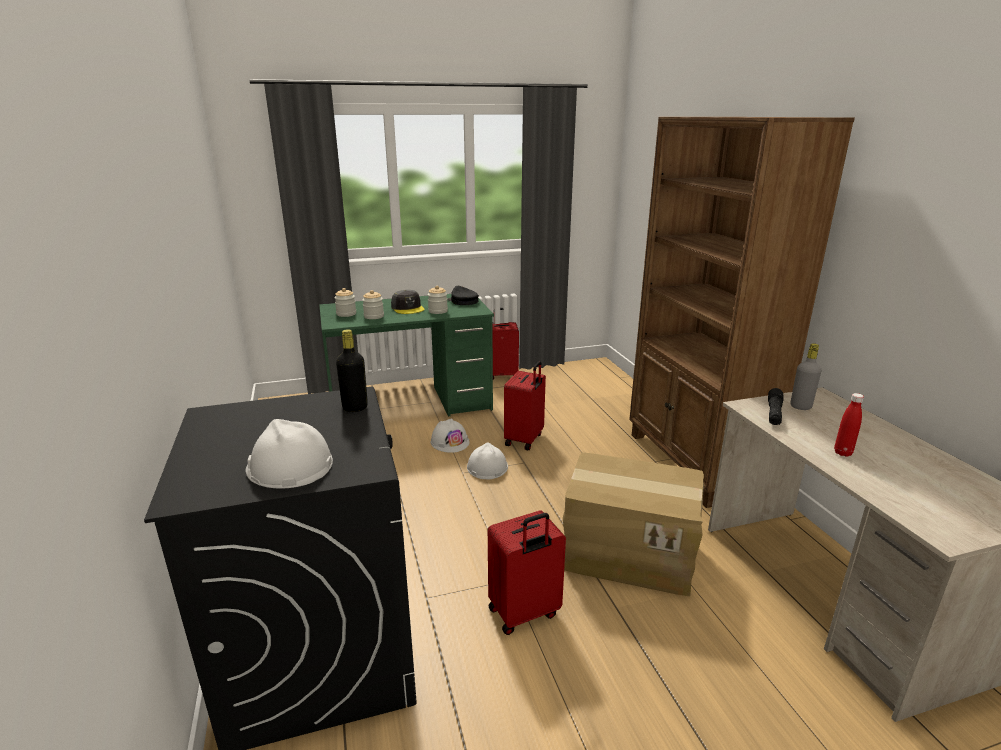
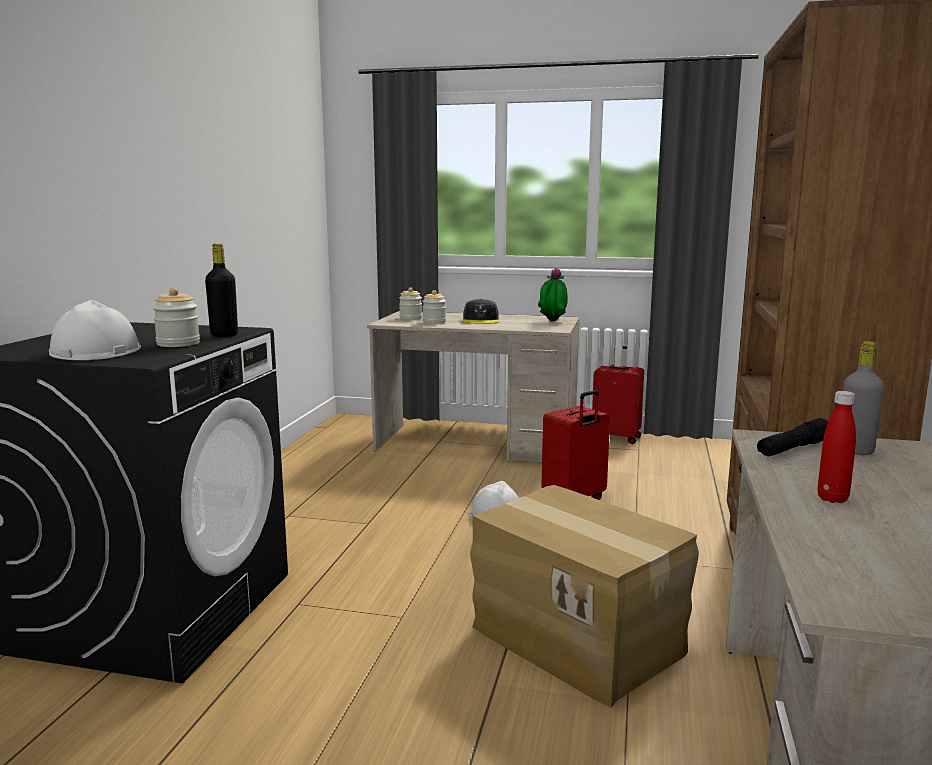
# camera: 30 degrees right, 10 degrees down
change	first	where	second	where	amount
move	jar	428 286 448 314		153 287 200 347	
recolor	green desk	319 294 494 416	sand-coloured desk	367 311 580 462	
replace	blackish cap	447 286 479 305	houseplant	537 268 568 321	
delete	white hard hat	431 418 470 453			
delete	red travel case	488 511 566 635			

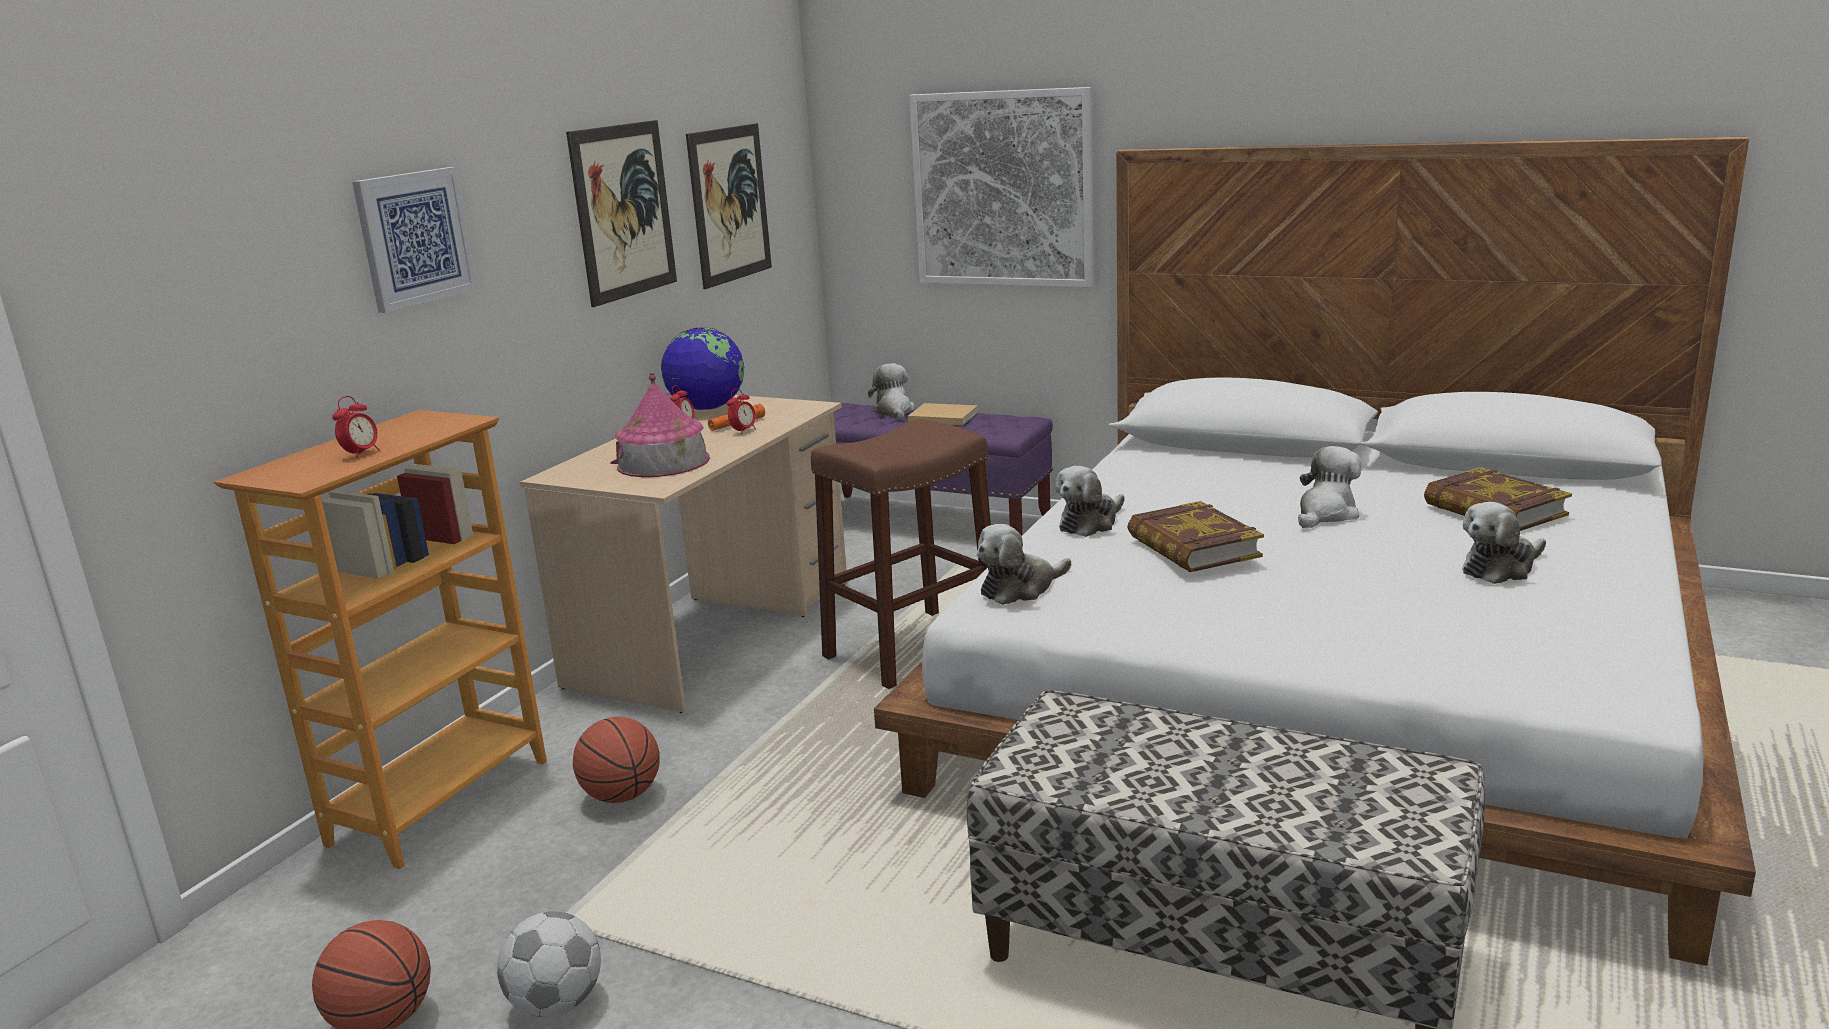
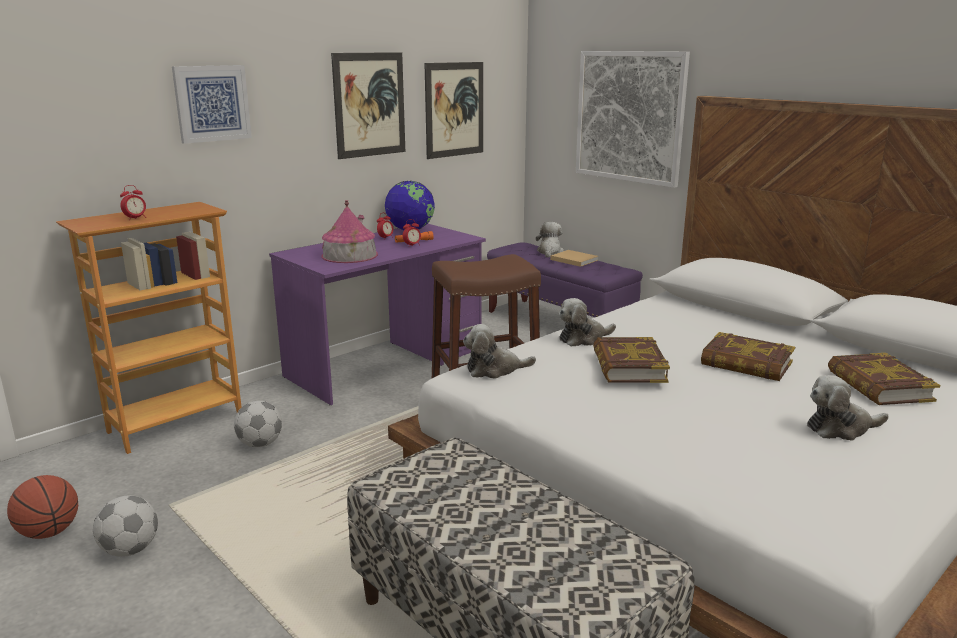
# camera: 20 degrees right, 0 degrees up
change	first	where	second	where	amount
replace	basketball ball	573 717 660 803	football ball	234 401 282 447	
recolor	sand-coloured desk	520 395 848 713	purple desk	269 224 486 405	
replace	plush toy	1298 446 1362 528	book	701 332 795 381	

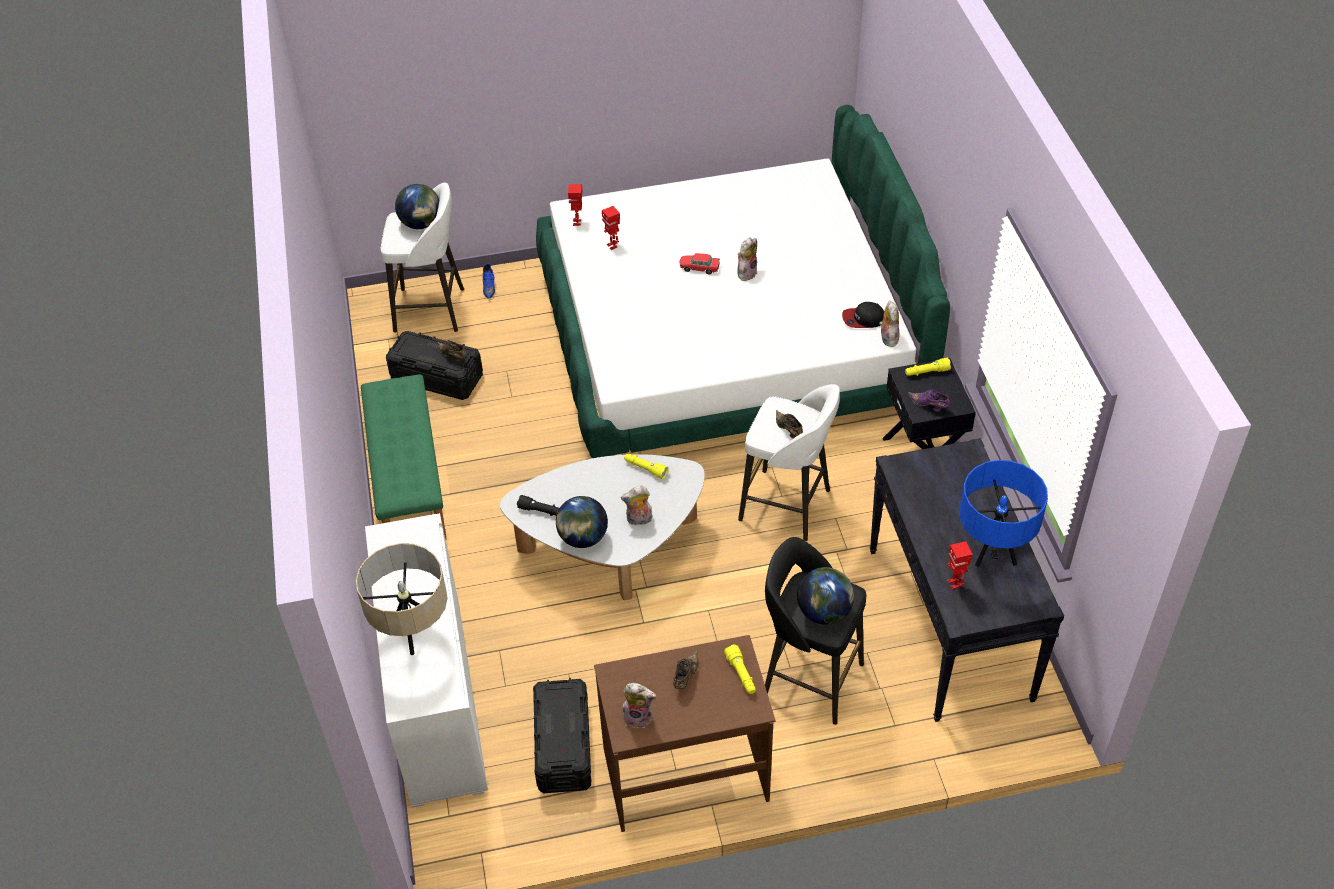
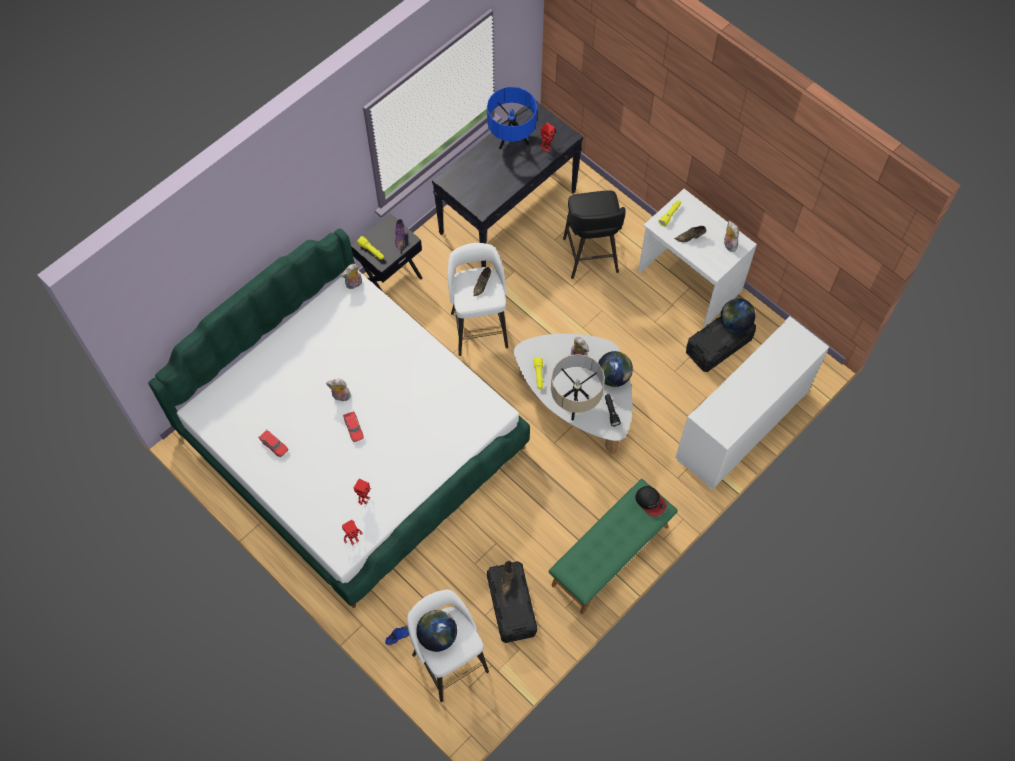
# camera: 125 degrees left, 15 degrees up
change	first	where	second	where	amount
insert			toy car	259 429 288 457	
move	sand-coloured lamp for a table	356 543 448 655		551 354 605 420	
move	cap	842 302 884 328		635 486 667 517	
recolor	brownish desk	594 635 775 832	white desk	638 189 757 326	
move	desk globe	797 567 854 624		721 298 756 333	

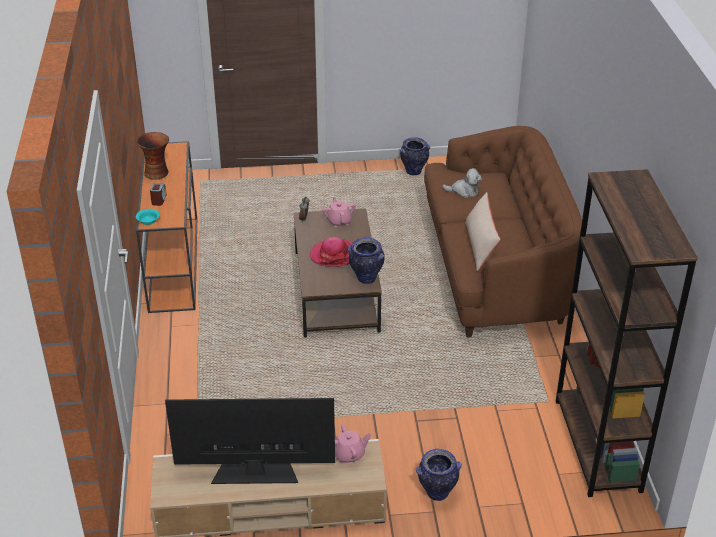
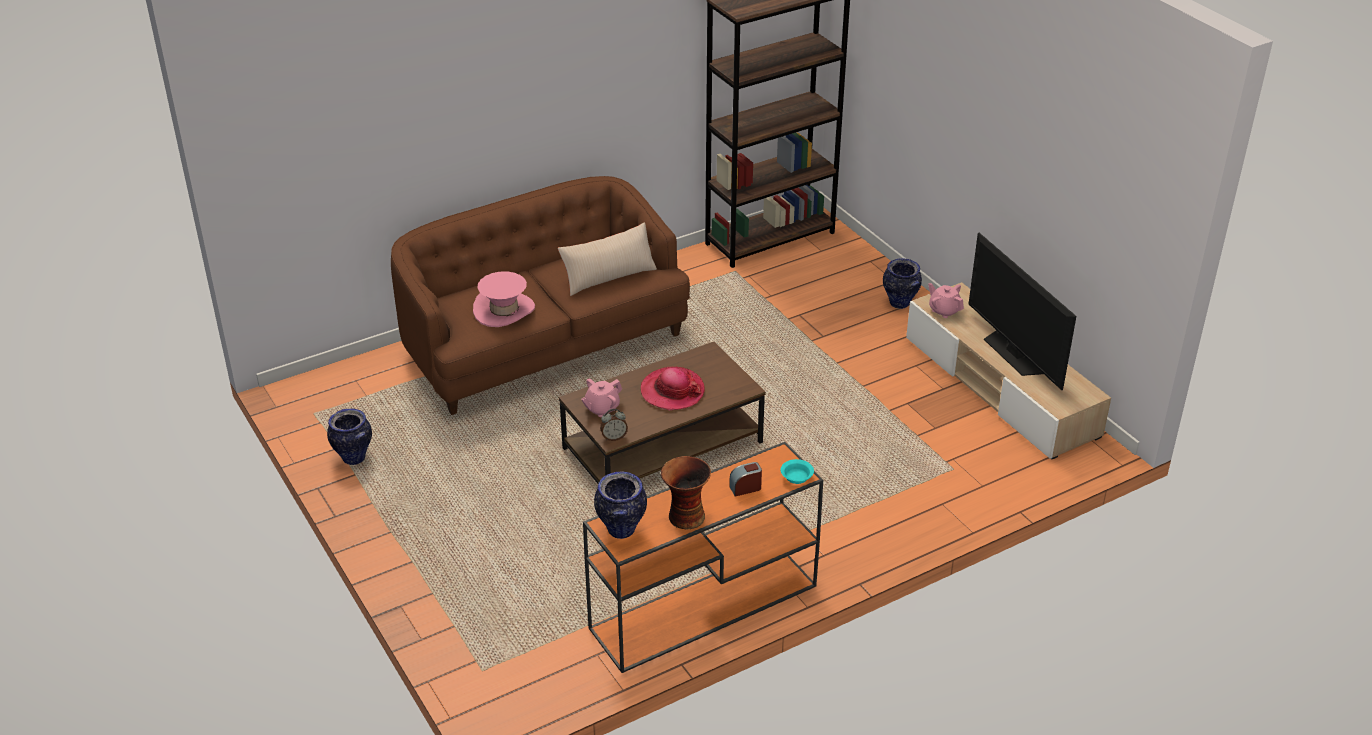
# camera: 115 degrees left, 0 degrees up
change	first	where	second	where	amount
replace	plush toy	442 168 482 198	pink hat	473 271 535 327	
move	flower vase	348 238 385 284		594 472 647 539	

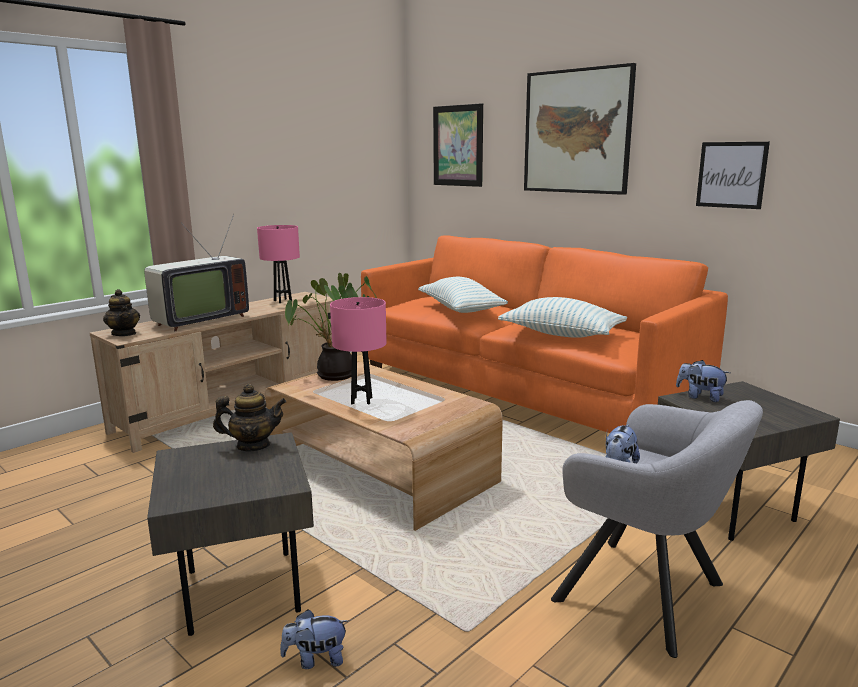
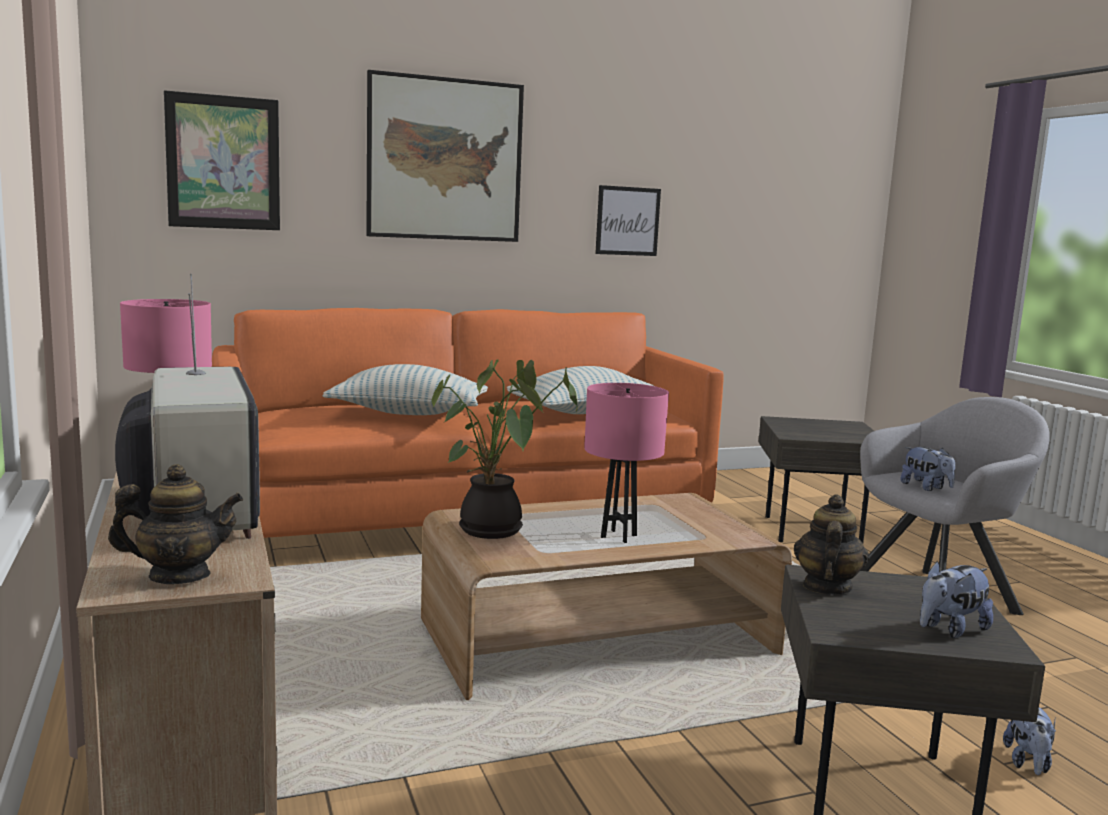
# camera: 65 degrees left, 5 degrees down
change	first	where	second	where	amount
move	plush toy	676 360 730 402		920 561 993 638	

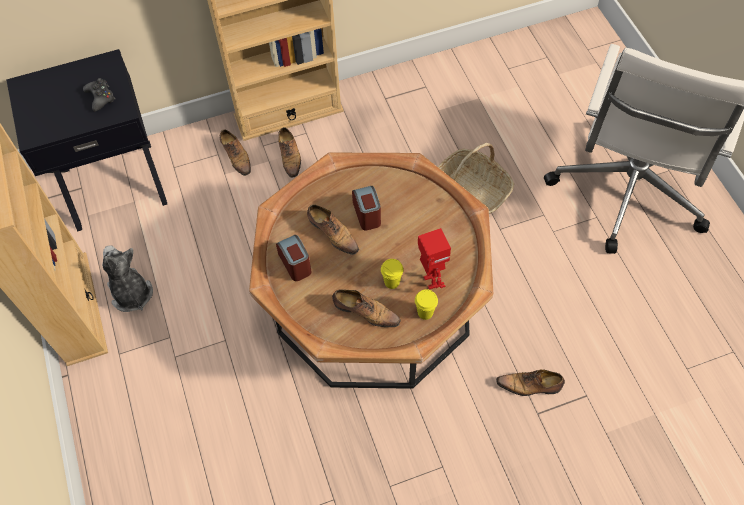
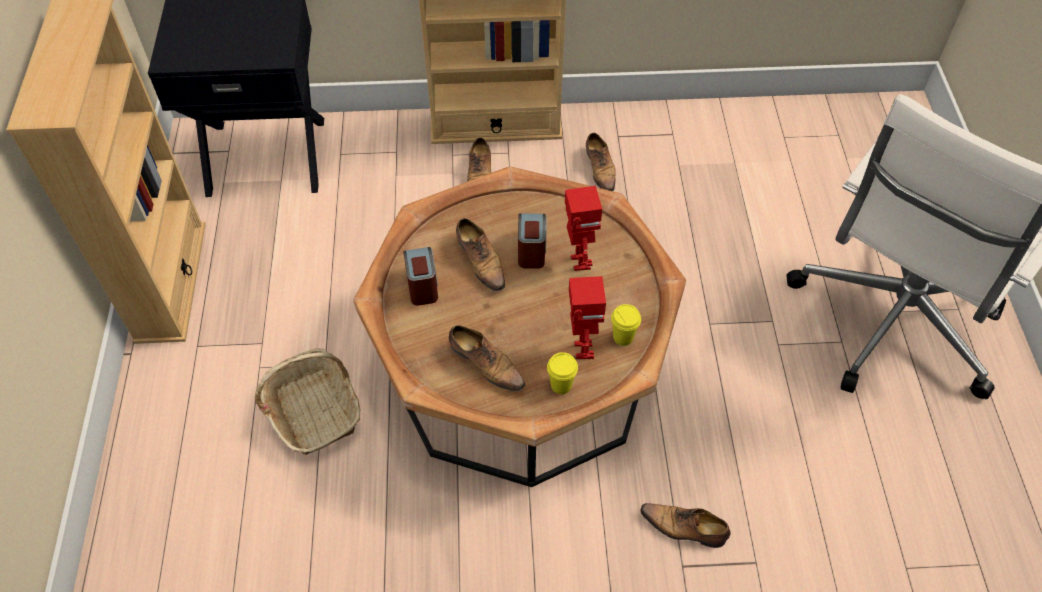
# camera: 15 degrees right, 5 degrees down
change	first	where	second	where	amount
move	basket	438 143 514 214		255 348 360 455	
insert			model robot	565 186 602 271	
move	item of footwear	220 129 251 176		586 133 616 191	
move	yellowish small cup	381 259 404 289		611 304 641 346	
delete	blackish gamepad	83 78 116 111			
delete	plush toy	102 245 153 312			

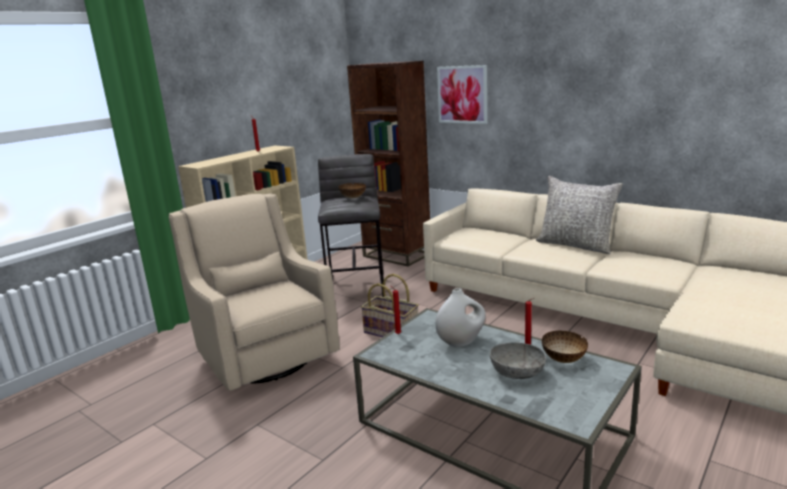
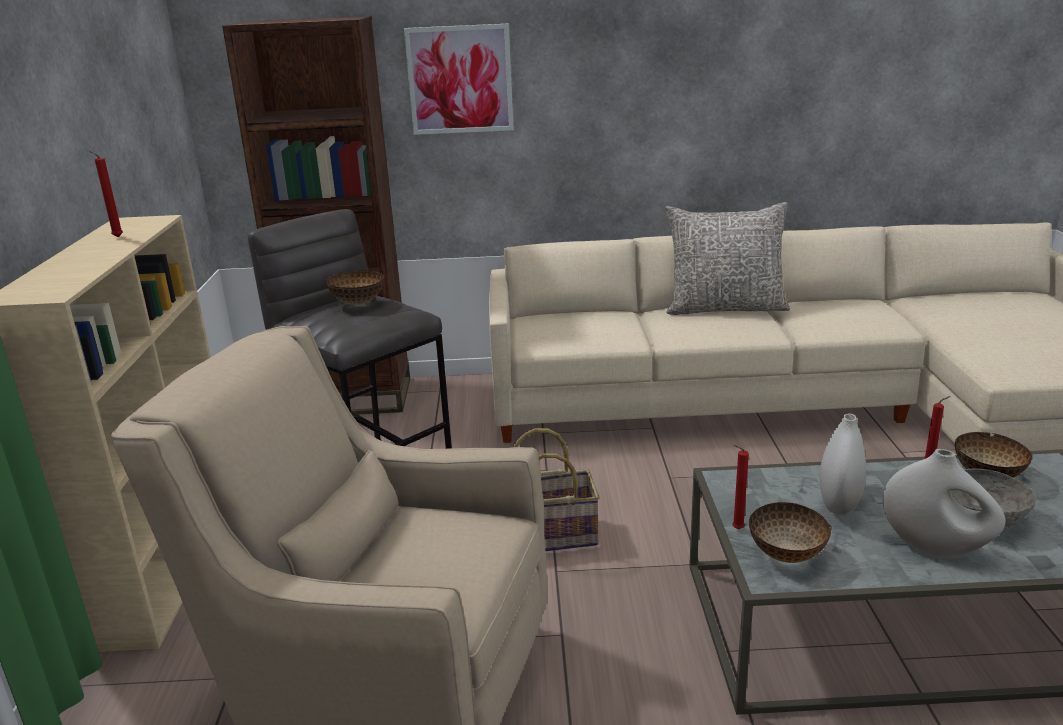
# camera: 40 degrees left, 5 degrees up
change	first	where	second	where	amount
insert			bowl	749 502 832 563	
insert			white flower vase	883 449 1005 560	

